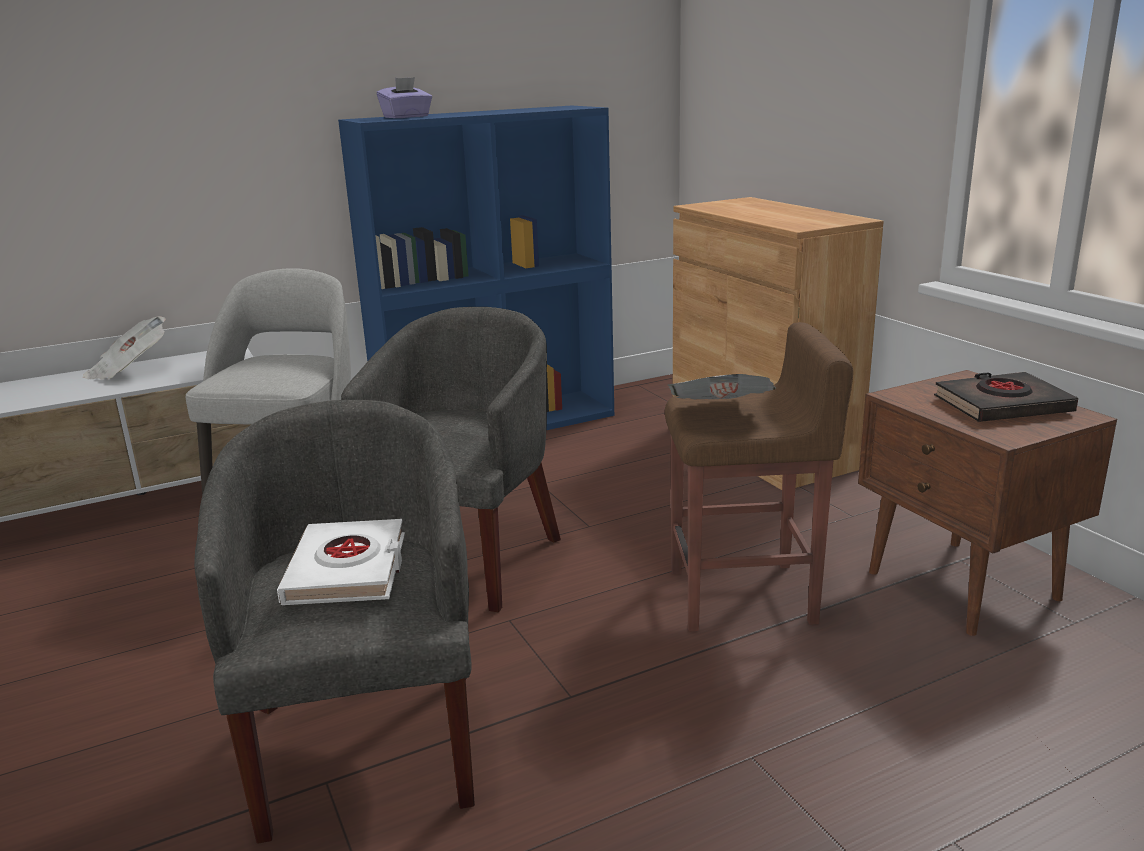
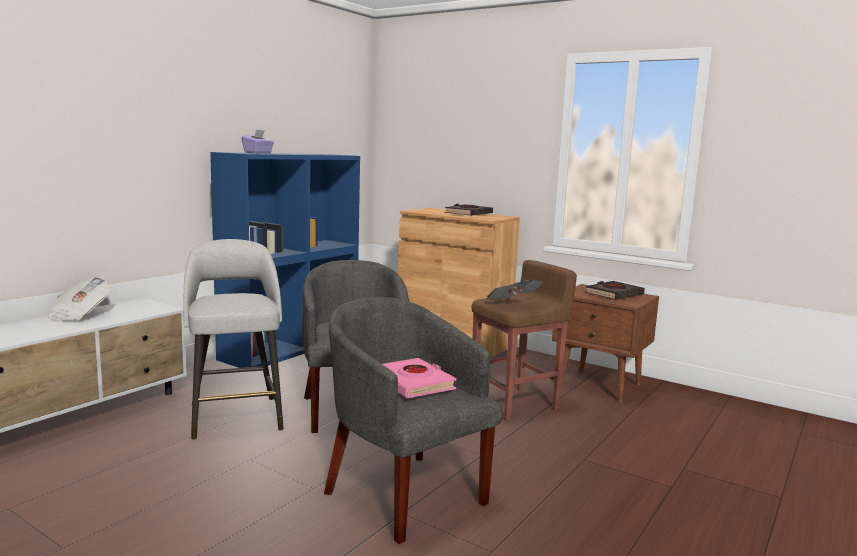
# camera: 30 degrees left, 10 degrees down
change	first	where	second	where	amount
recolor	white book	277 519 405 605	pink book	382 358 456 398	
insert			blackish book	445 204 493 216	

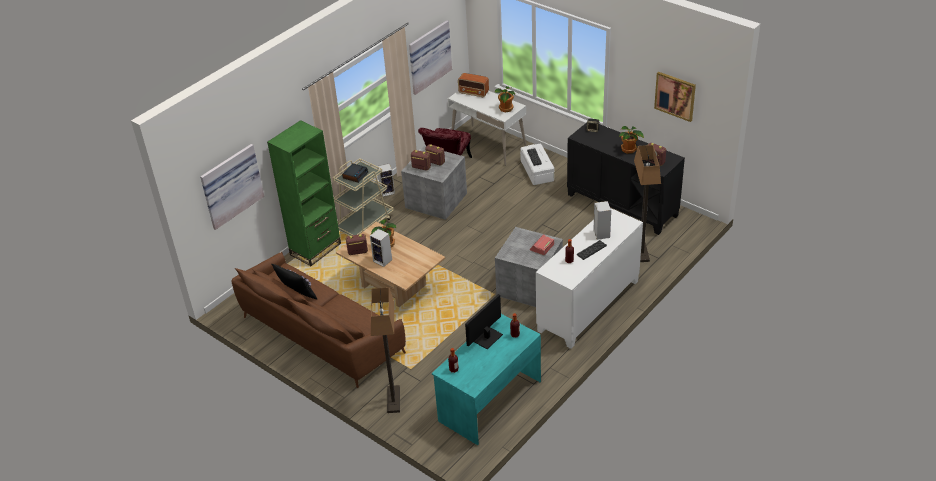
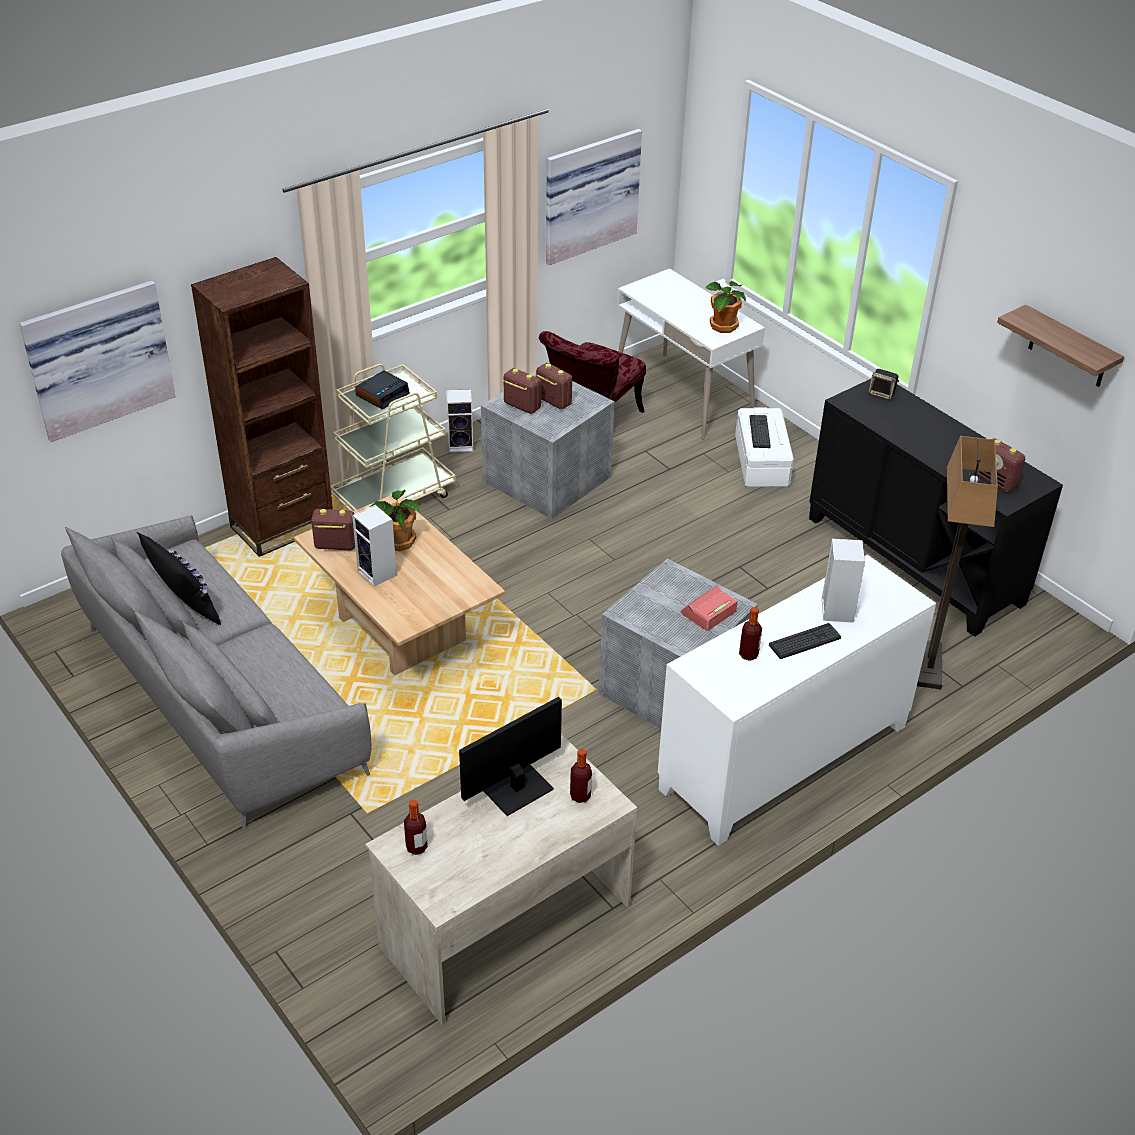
# camera: 10 degrees right, 0 degrees up
change	first	where	second	where	amount
recolor	brownish couch	231 252 406 388	gray couch	61 515 371 829	
recolor	green bookshelf	267 120 341 266	brownish bookshelf	191 257 333 557	
recolor	blue-green desk	432 314 541 445	sand-coloured desk	365 735 637 1026	
replace	wall art	654 72 696 122	wall shelf	997 305 1124 387	
delete	standing lamp	371 287 400 413			
delete	radio set	458 73 489 97			
delete	houseplant	619 126 644 154			

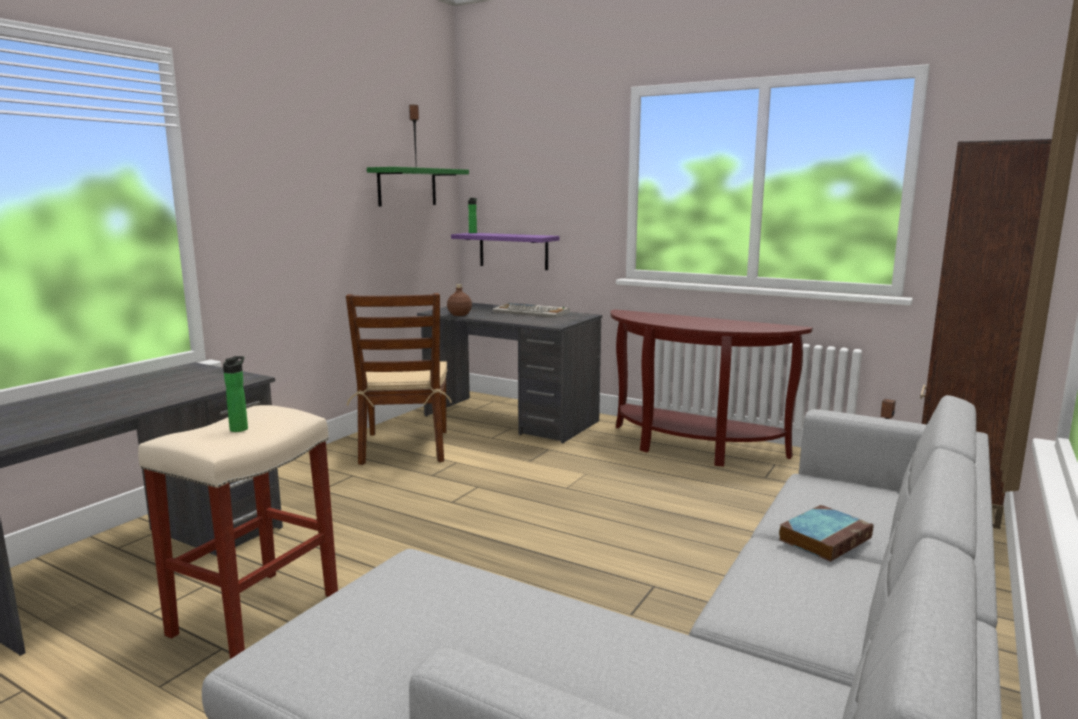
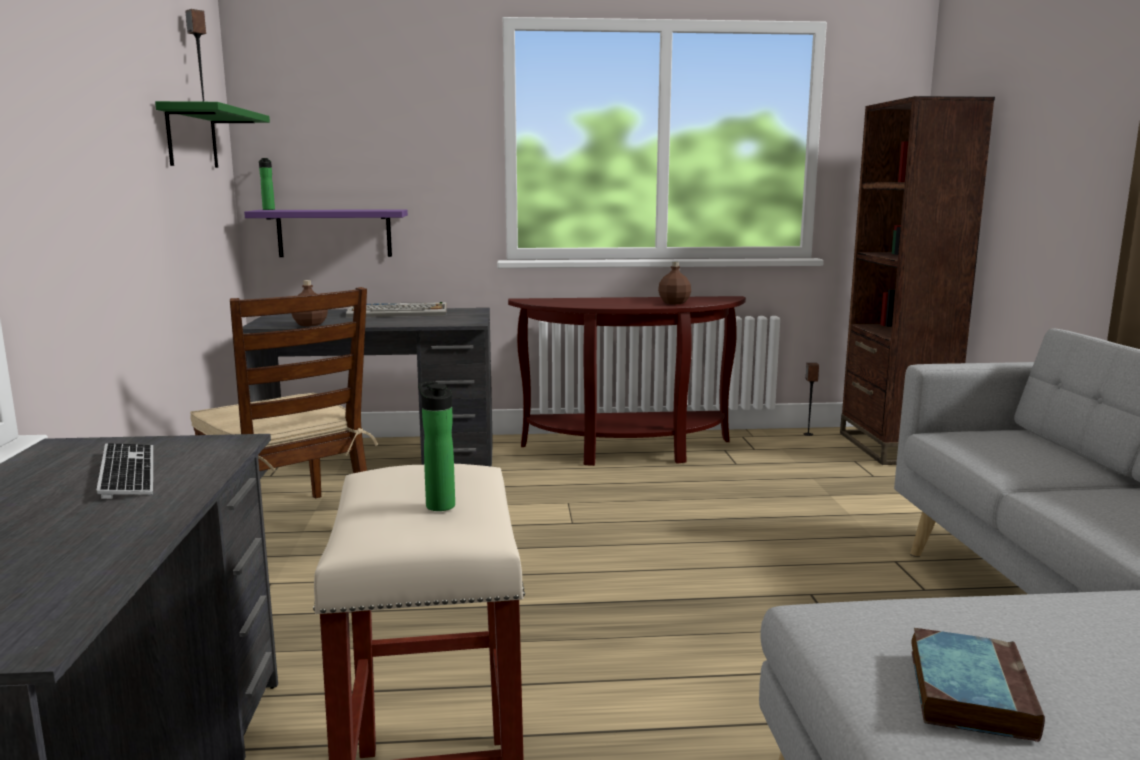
# camera: 35 degrees left, 0 degrees up
change	first	where	second	where	amount
insert			computer keyboard	96 443 153 499	
insert			brownish bottle	658 262 691 304	
move	book	778 505 873 562		911 628 1045 742	

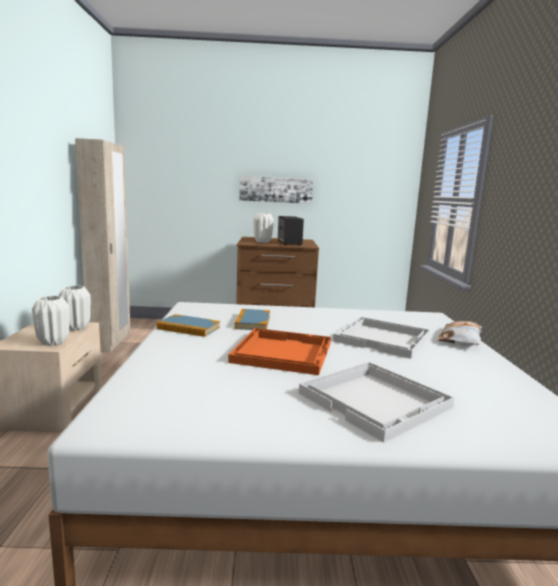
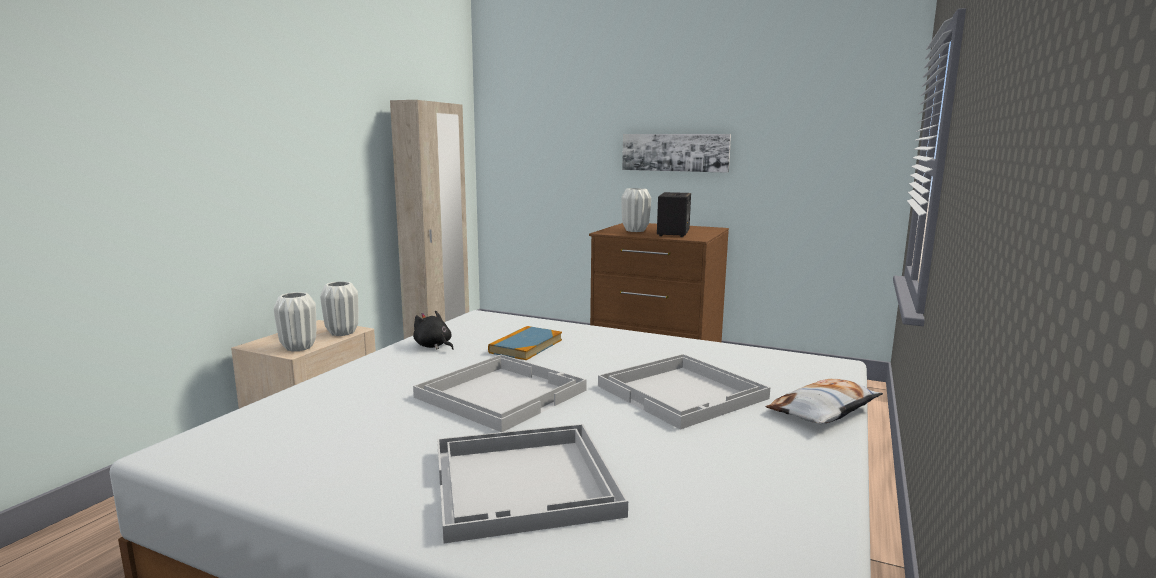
# camera: 25 degrees right, 0 degrees up
change	first	where	second	where	amount
replace	book	157 314 220 337	blackish plush toy	413 311 454 350	
recolor	orangey carrying tray	228 328 331 375	white carrying tray	413 355 587 432	

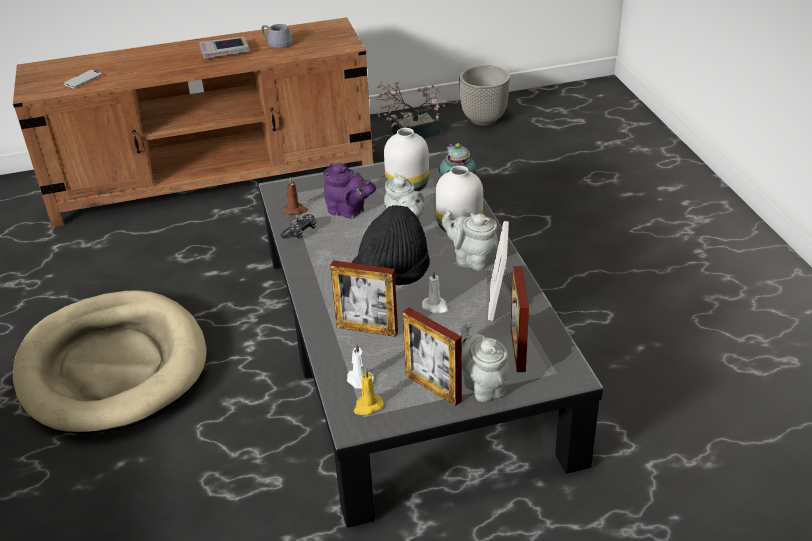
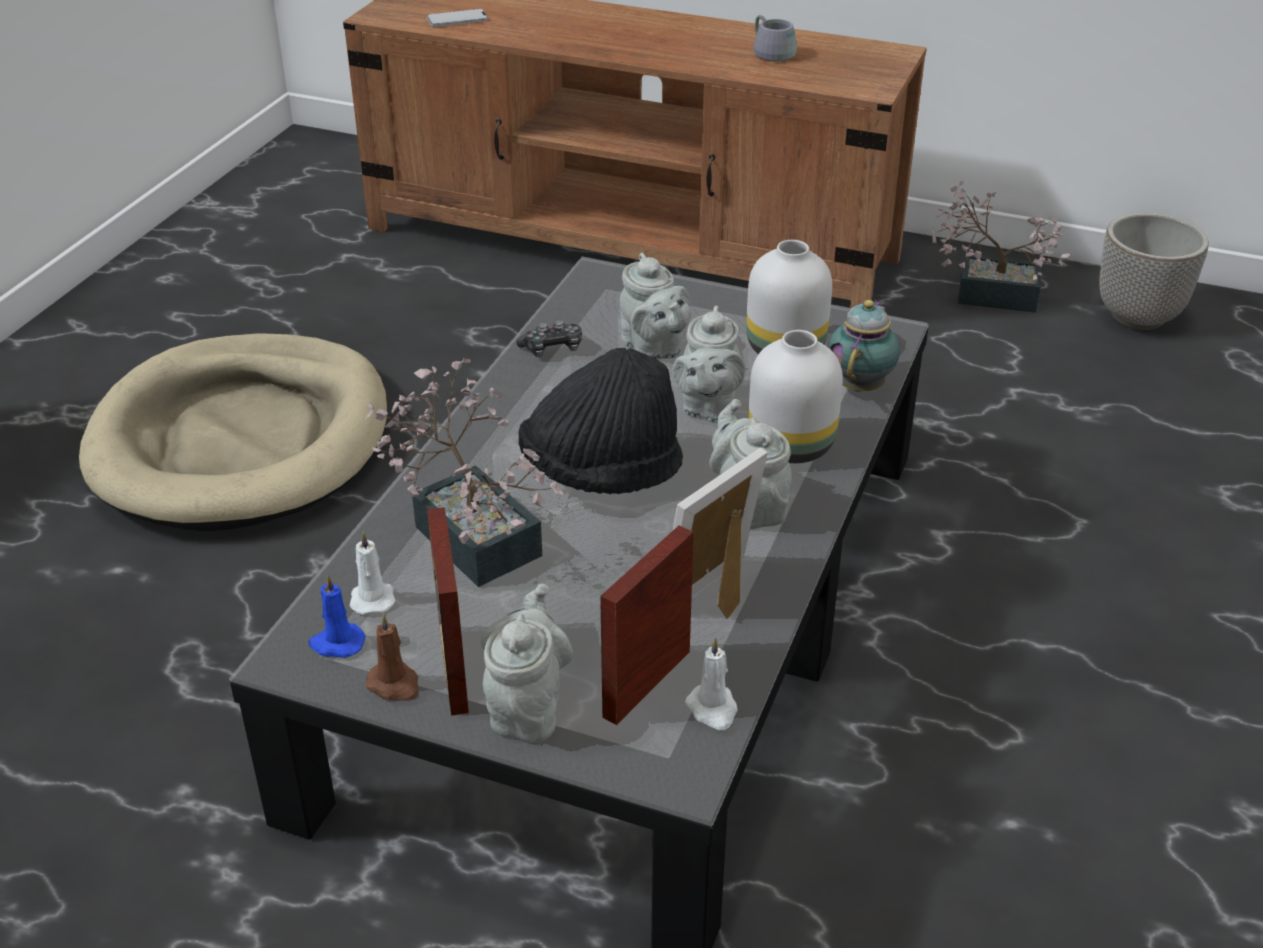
# camera: 35 degrees right, 0 degrees up
change	first	where	second	where	amount
recolor	yellowish candle	354 369 384 415	bluish candle	309 574 366 658	
replace	photo frame	330 260 398 337	houseplant	364 358 563 587	
move	brownish candle	283 177 307 215		366 614 418 700	
recolor	purple pot for tea	323 163 376 218	gray pot for tea	620 253 691 360	
move	white candle	422 270 448 313		685 637 738 730	
delete	book	199 37 249 58			

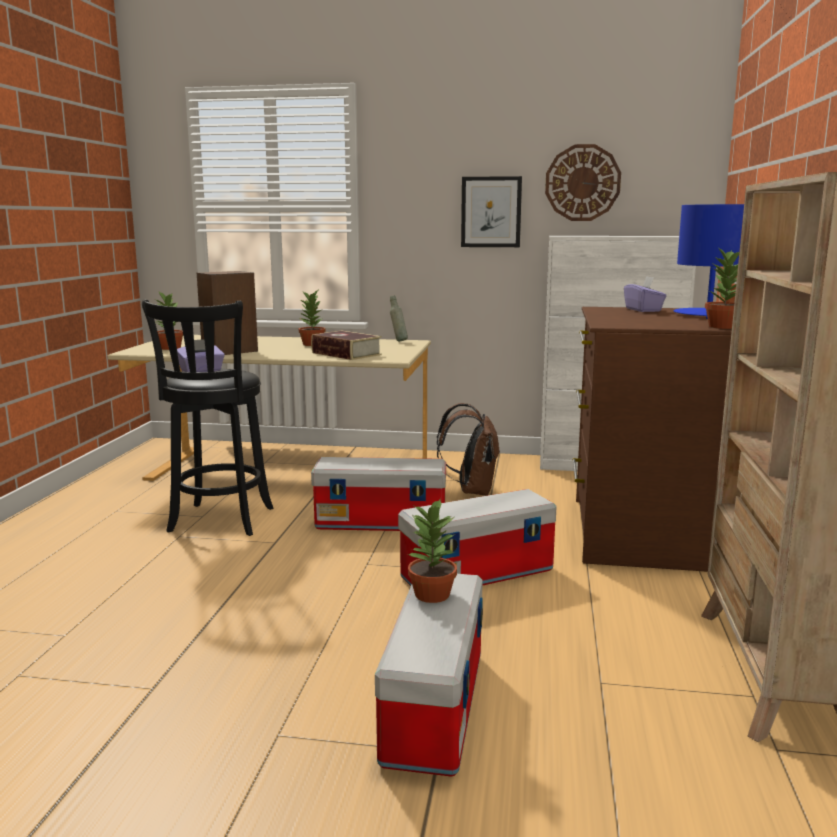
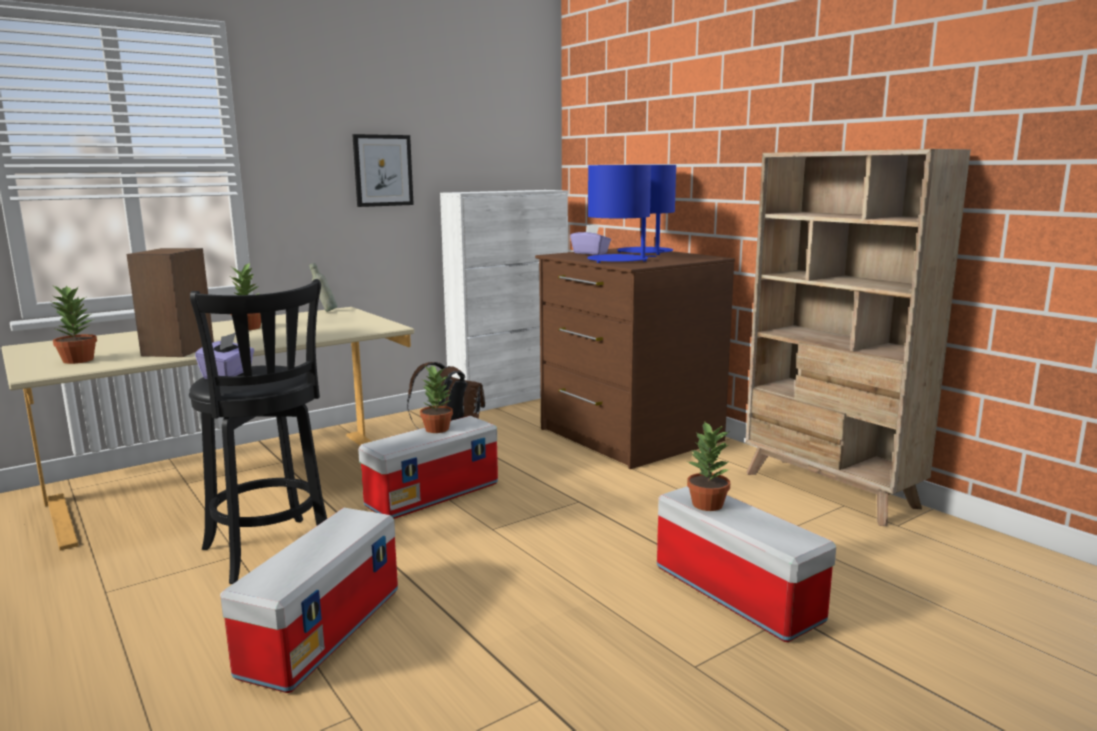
# camera: 45 degrees left, 0 degrees up
change	first	where	second	where	amount
move	storage box	398 489 557 586		220 508 398 693	
move	houseplant	705 249 740 329		420 366 453 433	
insert			bluish lamp for a table	587 165 656 263	
delete	book	311 331 382 360			
delete	hanging clock	545 144 621 221			

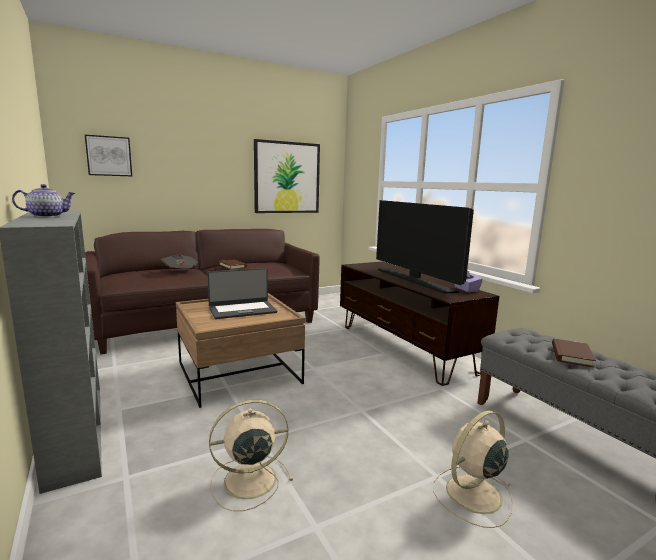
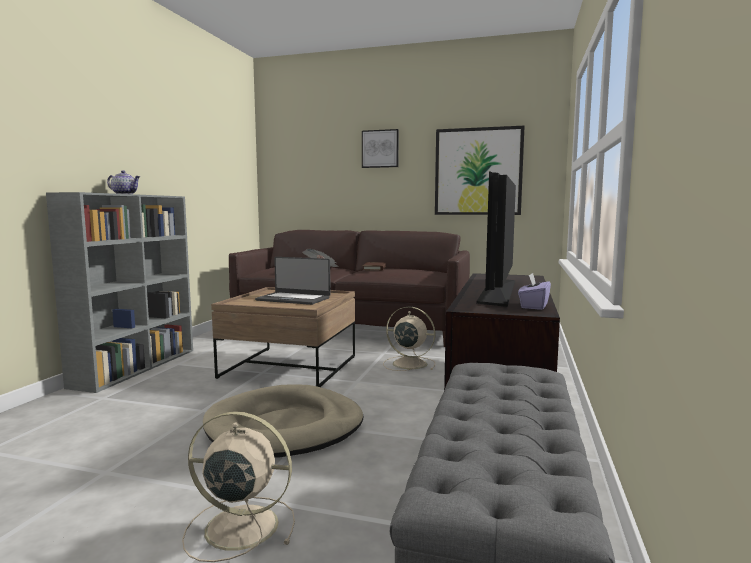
# camera: 45 degrees right, 5 degrees down
change	first	where	second	where	amount
insert			sand-coloured pet bed	203 384 363 457	
move	wall art	85 135 132 176		362 129 399 168	
move	sand-coloured electric fan	209 400 293 511		383 307 436 371	
delete	brownish book	552 339 596 368			

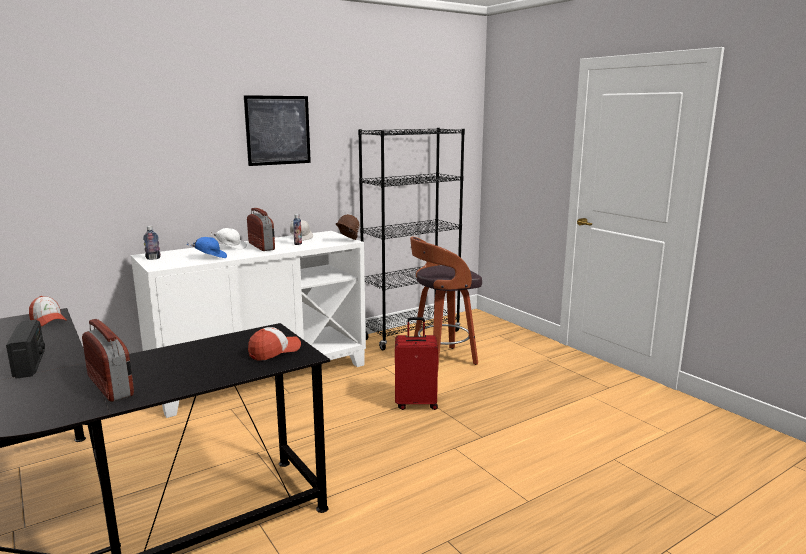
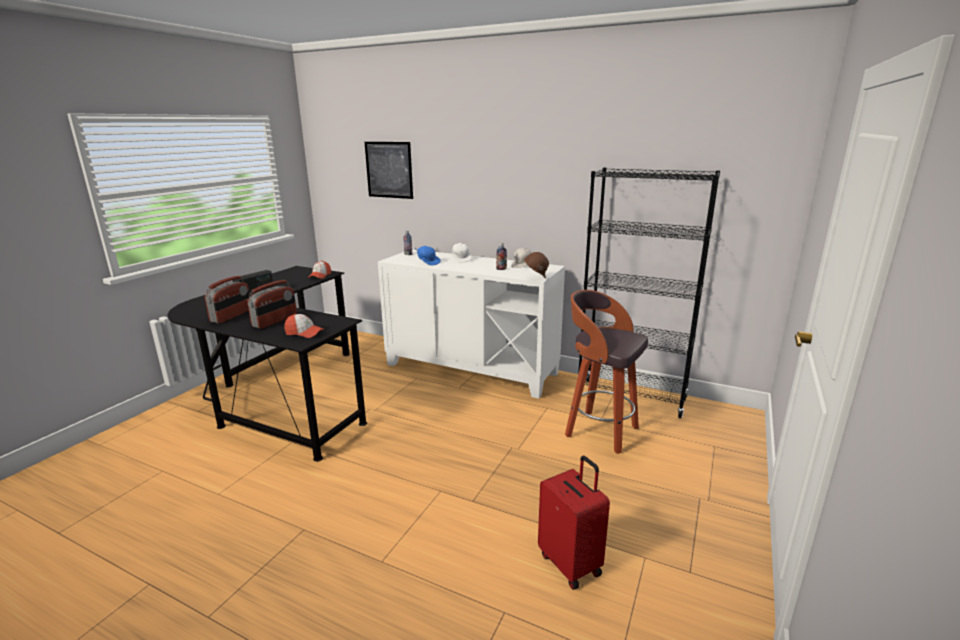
# camera: 60 degrees right, 5 degrees up
change	first	where	second	where	amount
move	radio set	247 208 275 251		247 280 297 329	
move	wall art	244 95 311 166		365 142 413 199	
move	red travel case	395 317 438 410		538 456 610 590	

